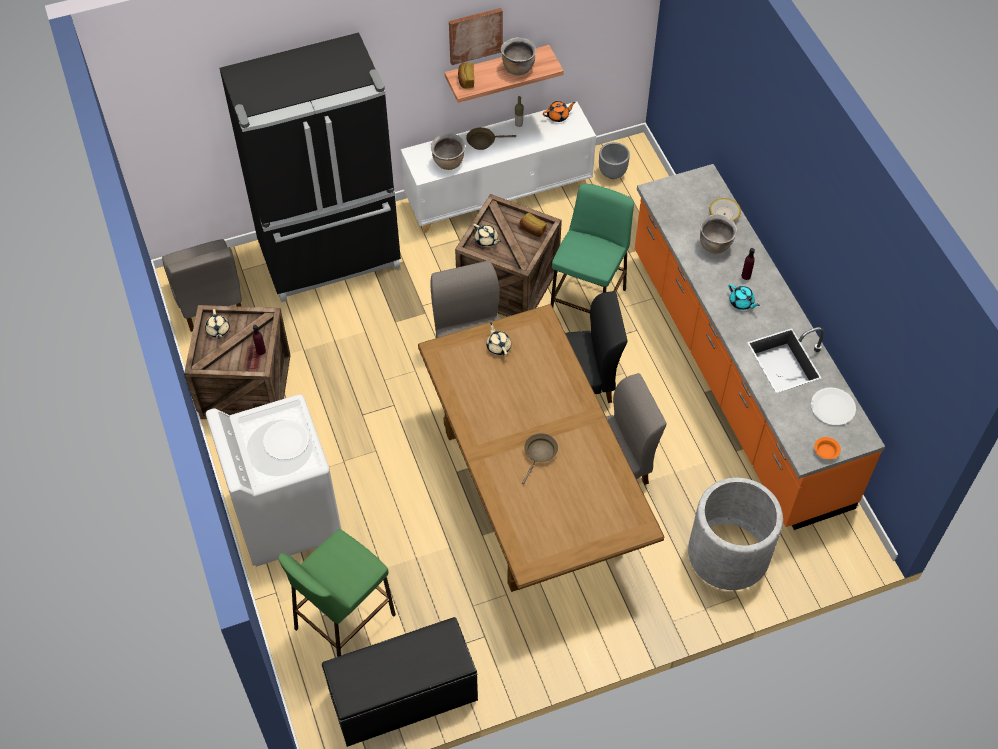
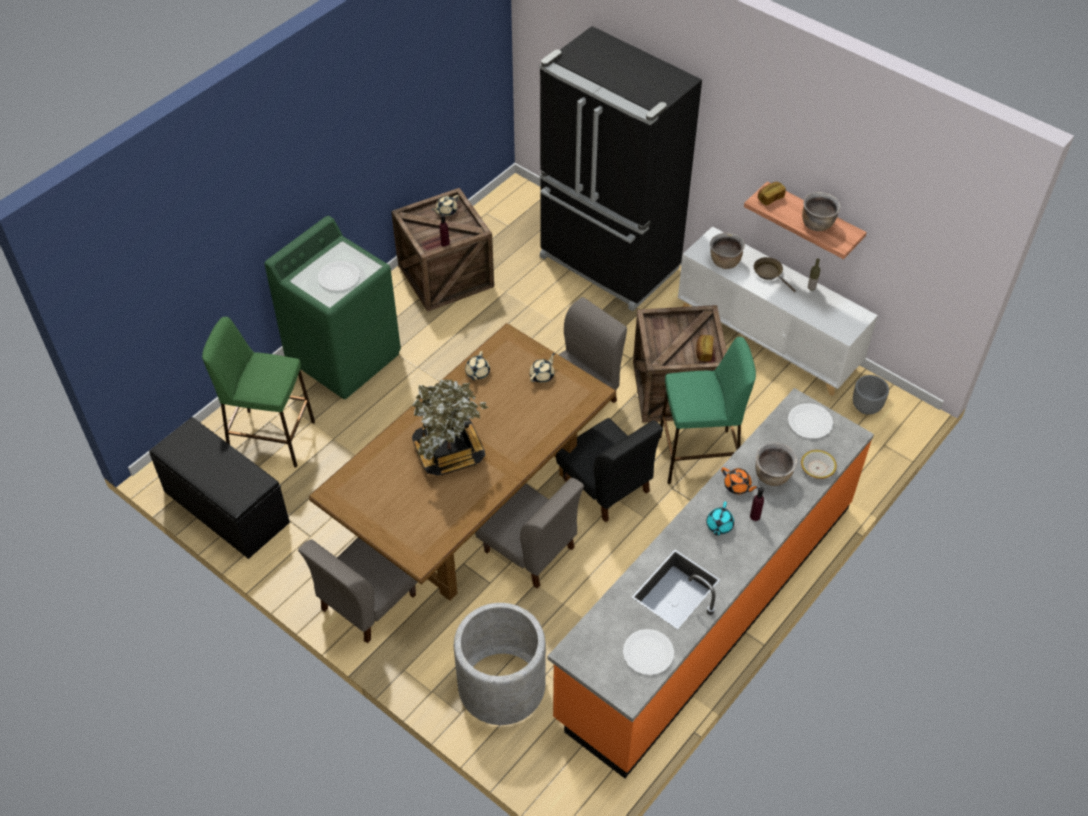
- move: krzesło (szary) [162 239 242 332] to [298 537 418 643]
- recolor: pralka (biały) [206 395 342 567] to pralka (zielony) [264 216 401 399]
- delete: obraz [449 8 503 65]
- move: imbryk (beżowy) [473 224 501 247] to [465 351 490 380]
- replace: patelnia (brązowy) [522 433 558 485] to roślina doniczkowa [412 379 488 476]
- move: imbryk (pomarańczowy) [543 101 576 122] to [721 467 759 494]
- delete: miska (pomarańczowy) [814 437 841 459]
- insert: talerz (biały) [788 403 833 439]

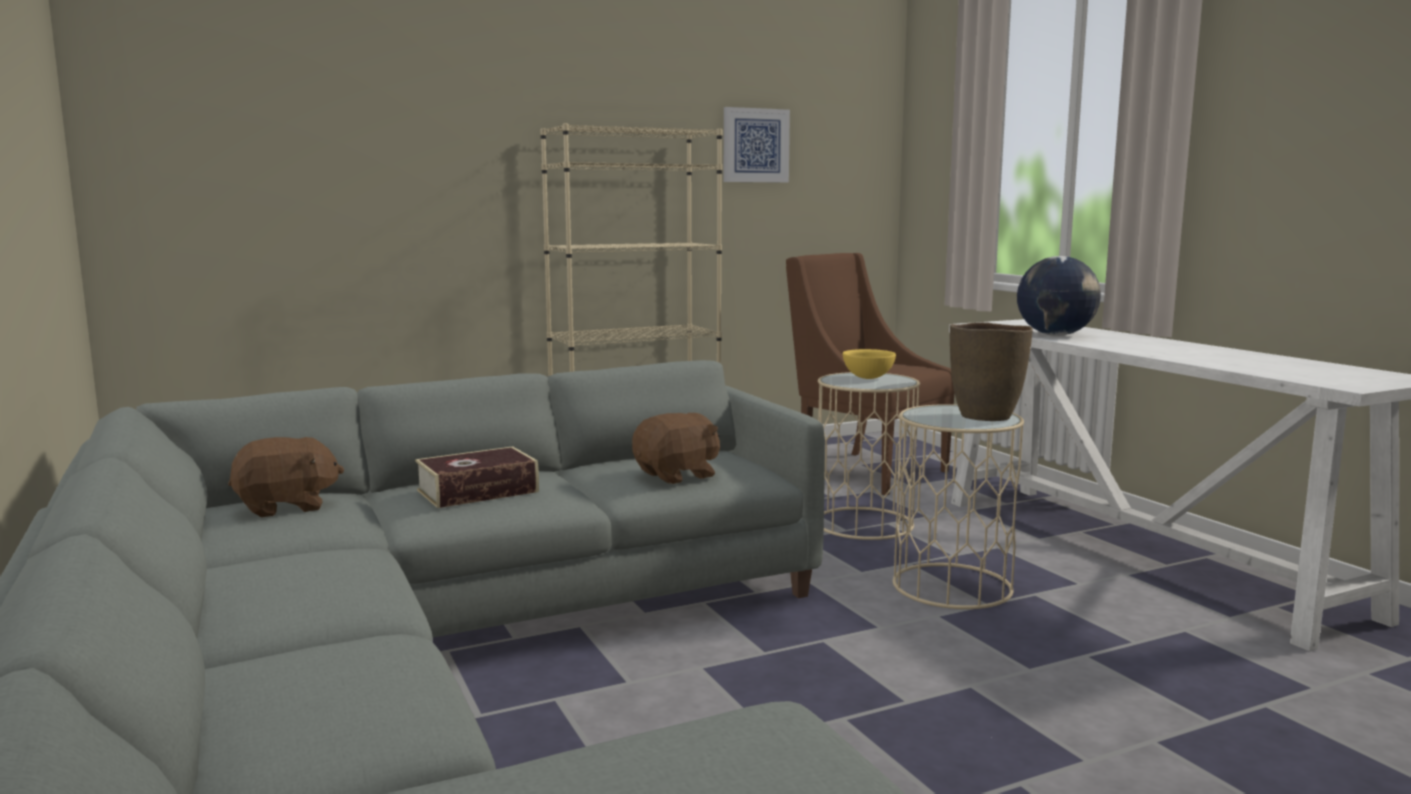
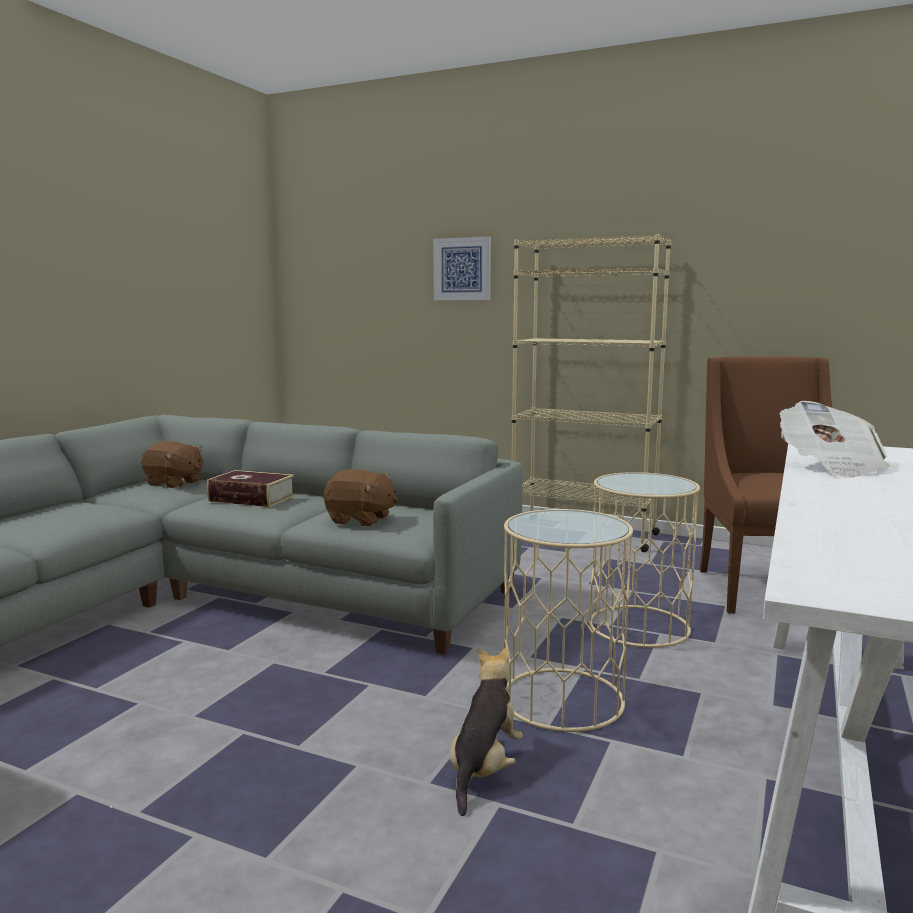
- move: obraz [724 107 790 183] to [433 237 491 300]
- delete: miska (żółty) [843 349 896 379]
- delete: wazon (brązowy) [950 322 1033 421]
- replace: globus [1017 256 1101 336] to gazeta [779 401 890 478]
- insert: pluszak [450 647 523 816]

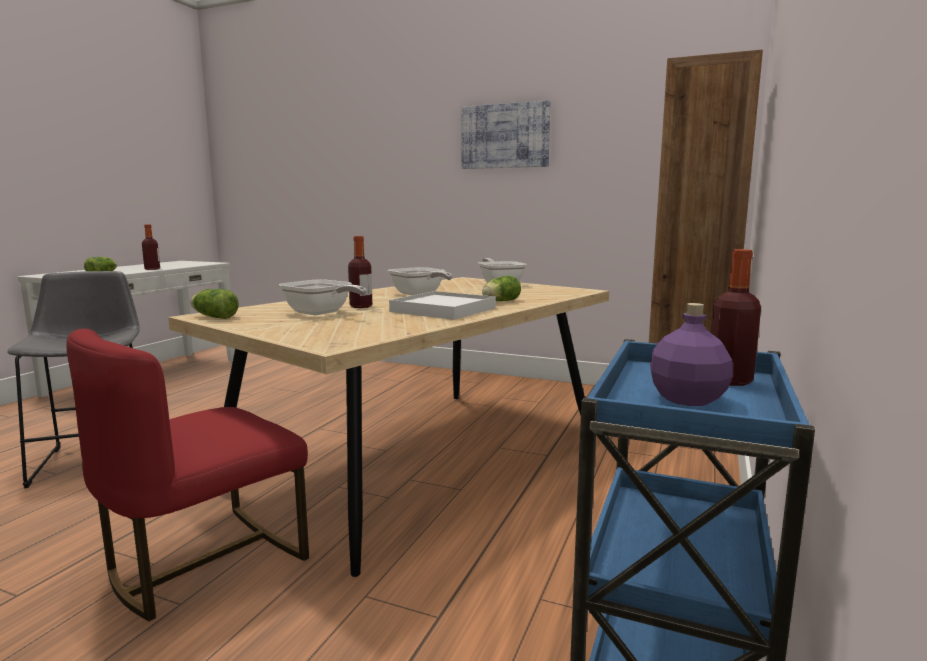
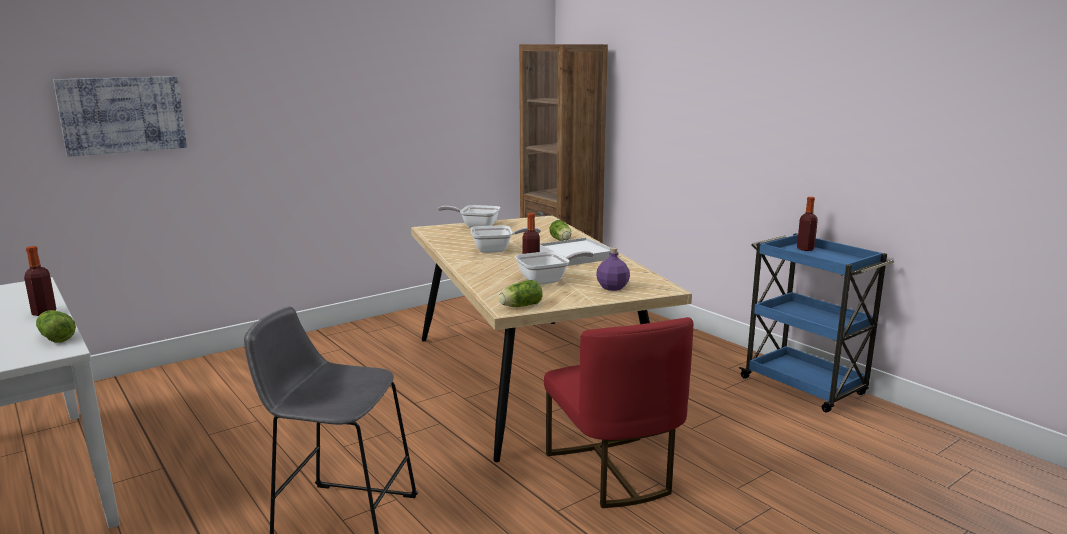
- move: obraz [462 100 550 169] to [53 76 187 157]
- move: butelka (fioletowy) [650 303 733 406] to [596 248 630 291]

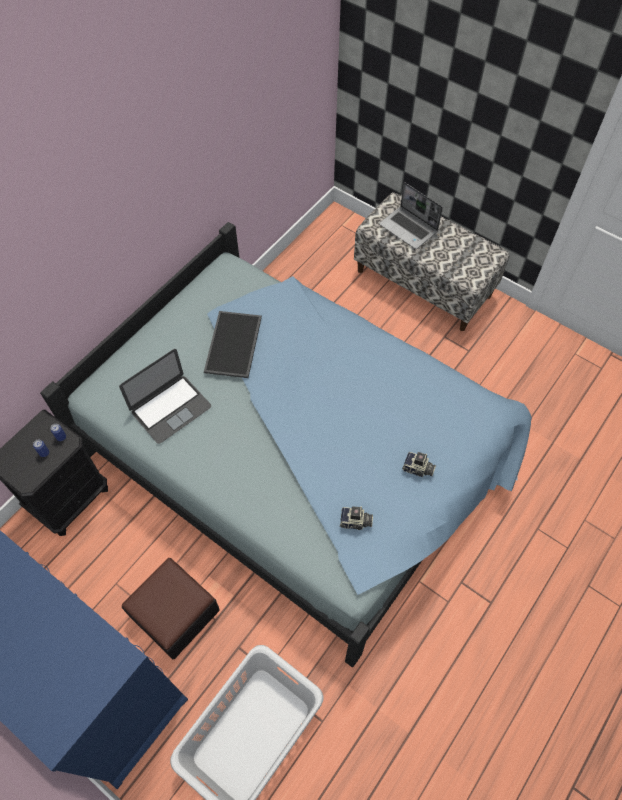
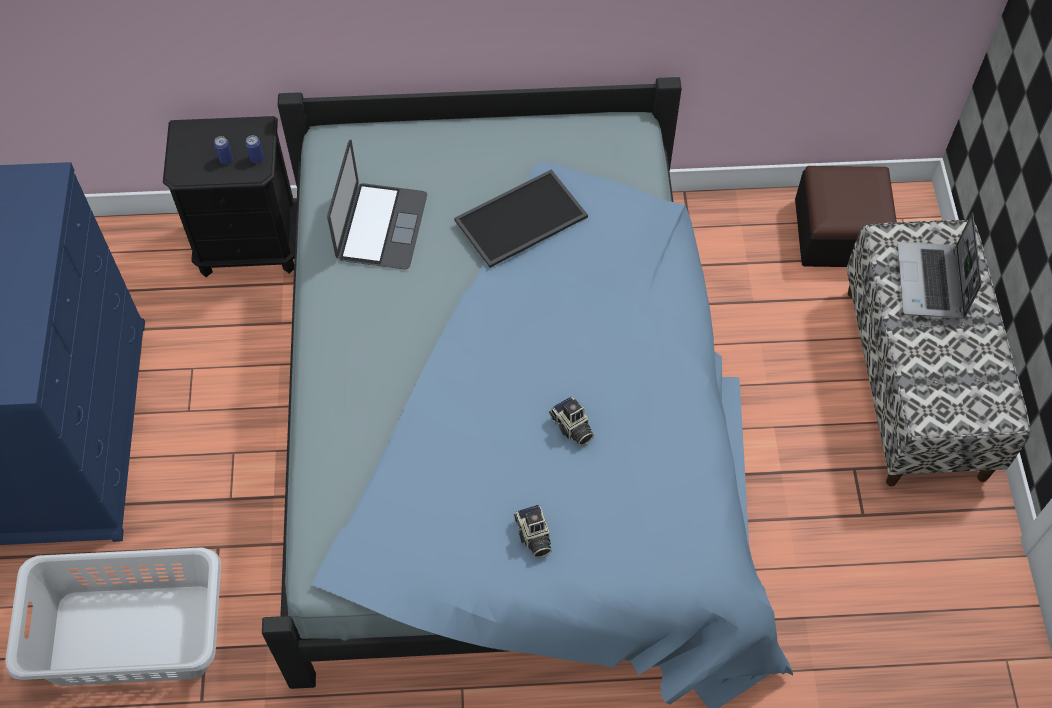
- rotate: laptop [119 349 211 444] = [327 140 427 269] 90 degrees counterclockwise
- move: pufa [122 558 220 659] to [795 166 897 267]
- move: aparat fotograficzny [340 506 373 530] to [549 396 594 446]

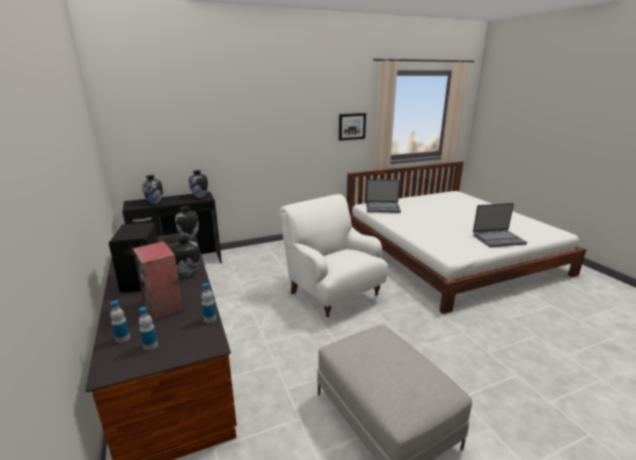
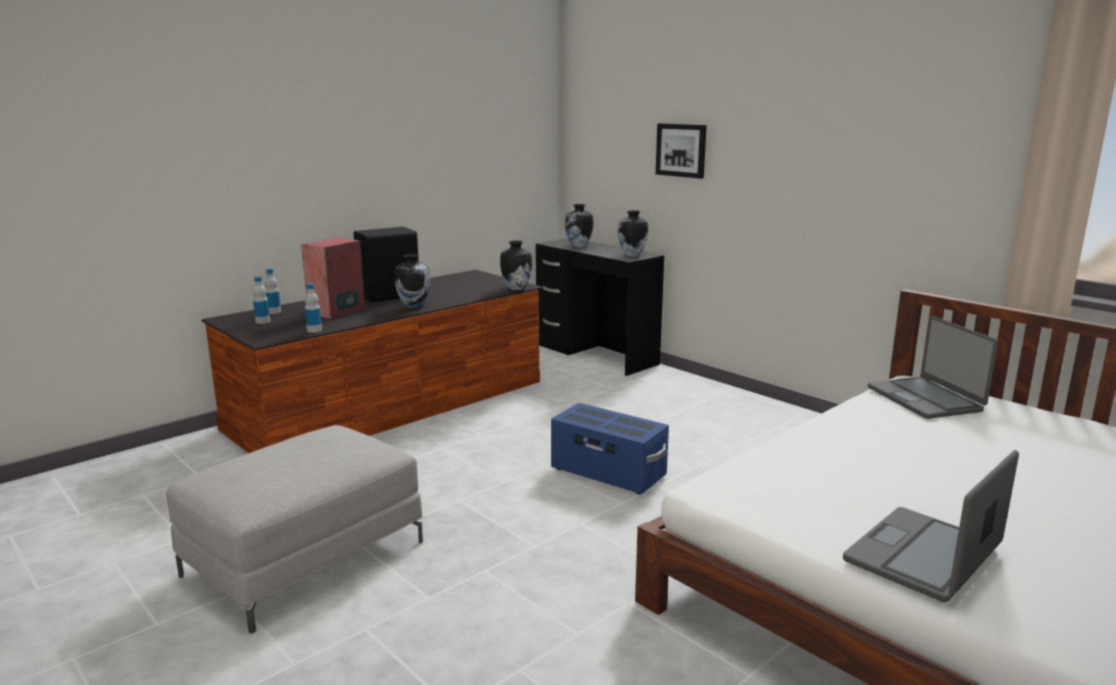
- replace: fotel (biały) [279 194 388 320] to pojemnik do przechowywania (niebieski) [551 403 669 495]
- move: obraz [339 113 366 141] to [656 123 707 179]
- rotate: laptop [473 203 527 247] = [843 450 1019 603] 75 degrees clockwise

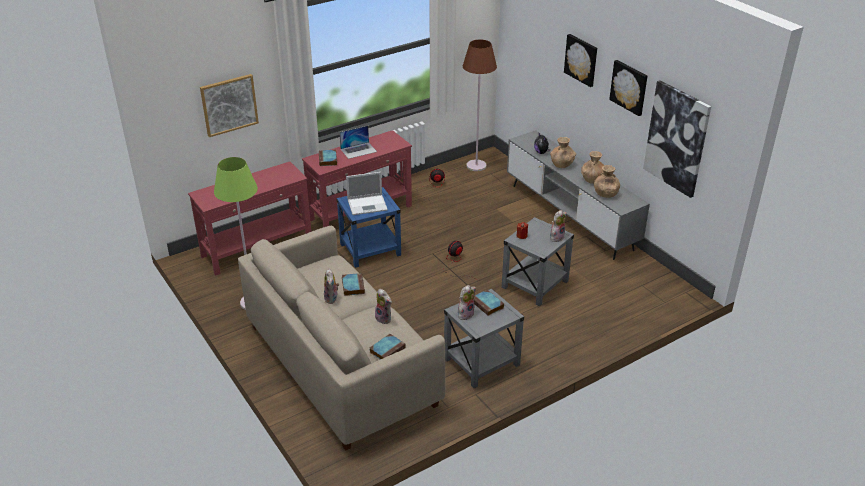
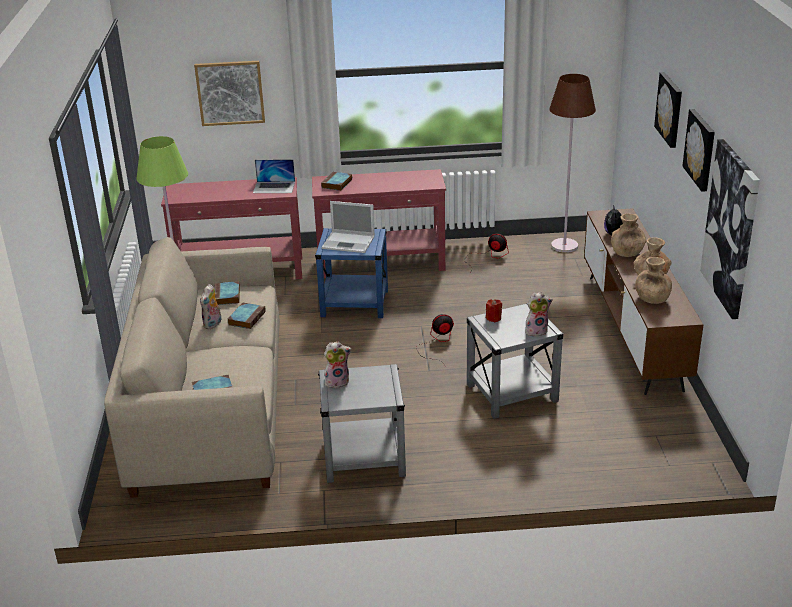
- move: laptop [339 126 377 159] to [253 159 295 193]
- delete: pluszak [375 289 392 324]
- move: książka [474 290 504 316] to [214 281 240 305]
- recolor: szafka pod telewizor (szary) [507 130 650 260] to szafka pod telewizor (brązowy) [584 208 704 395]

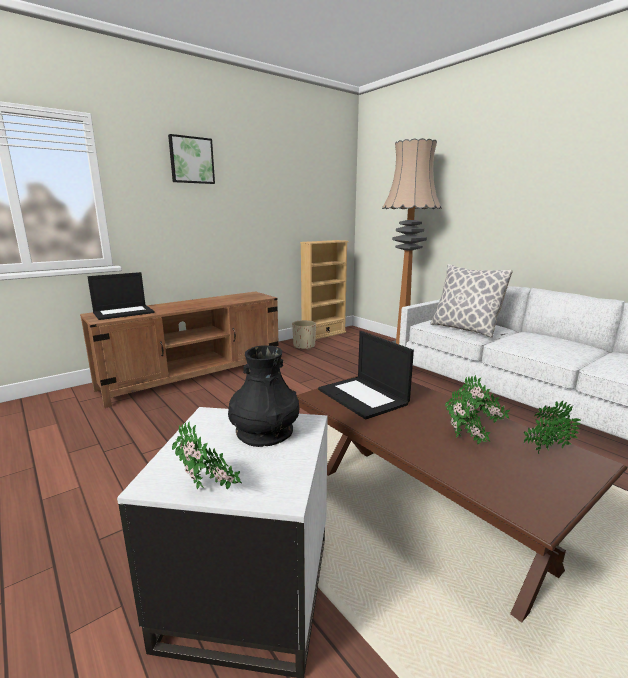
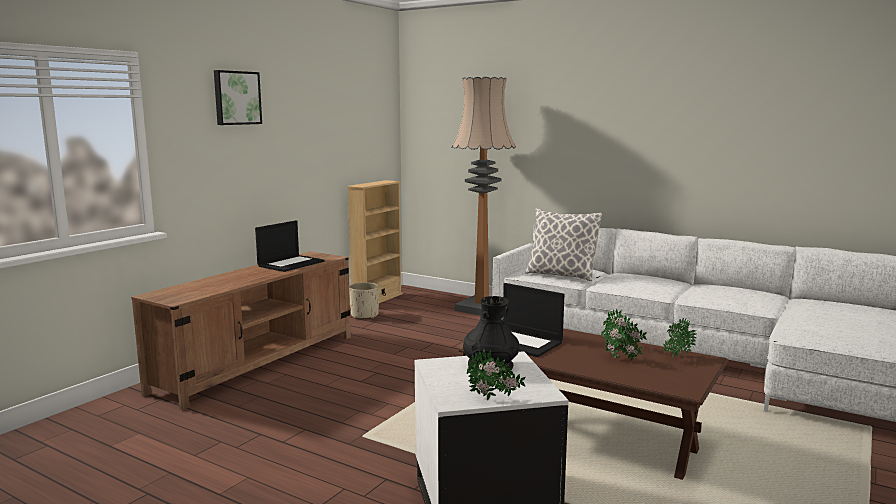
- move: laptop [88 272 155 320] to [255 220 324 272]

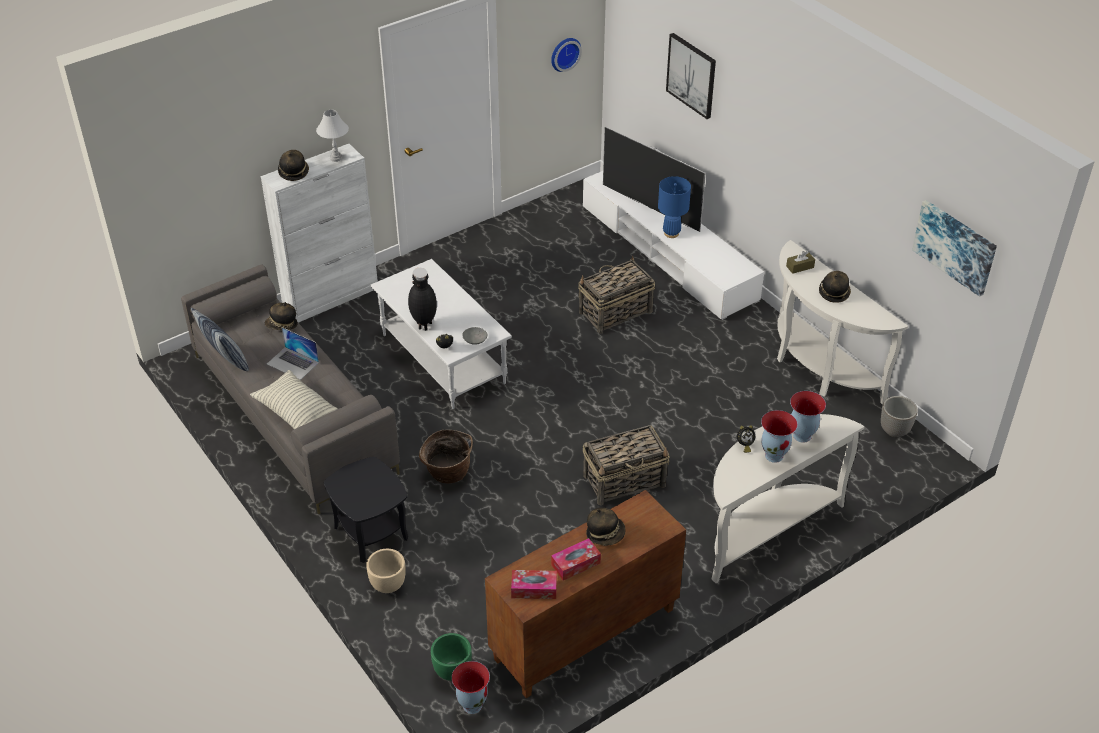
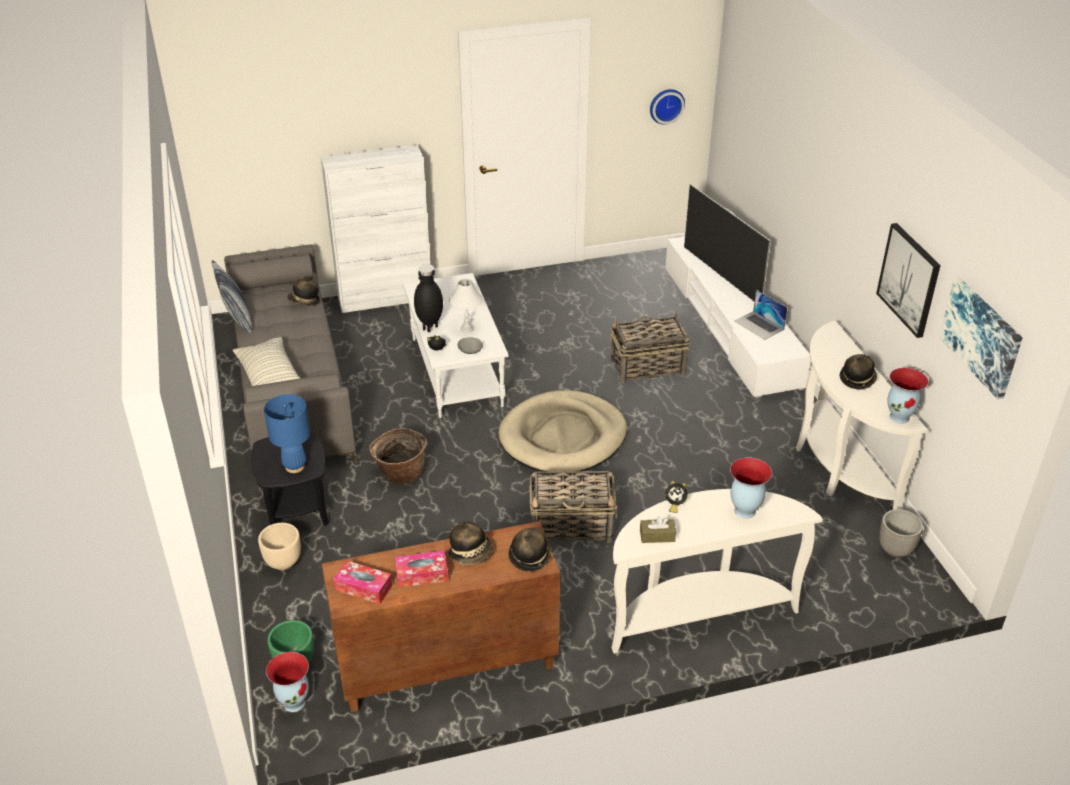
- move: laptop [267 327 319 380] to [735 290 788 340]
- move: kapelusz [278 150 309 181] to [509 528 552 572]
- move: lampa stołowa (biały) [316 110 349 162] to [449 279 483 333]
- move: lampa stołowa (niebieski) [658 176 691 238] to [264 394 310 473]
- move: obraz [666 33 716 119] to [876 223 941 338]
- move: wazon [761 410 798 463] to [888 368 929 424]
- move: pudełko chusteczek (brązowy) [786 251 815 274] to [640 516 676 543]
- insert: legowisko (beżowy) [499 390 627 472]

